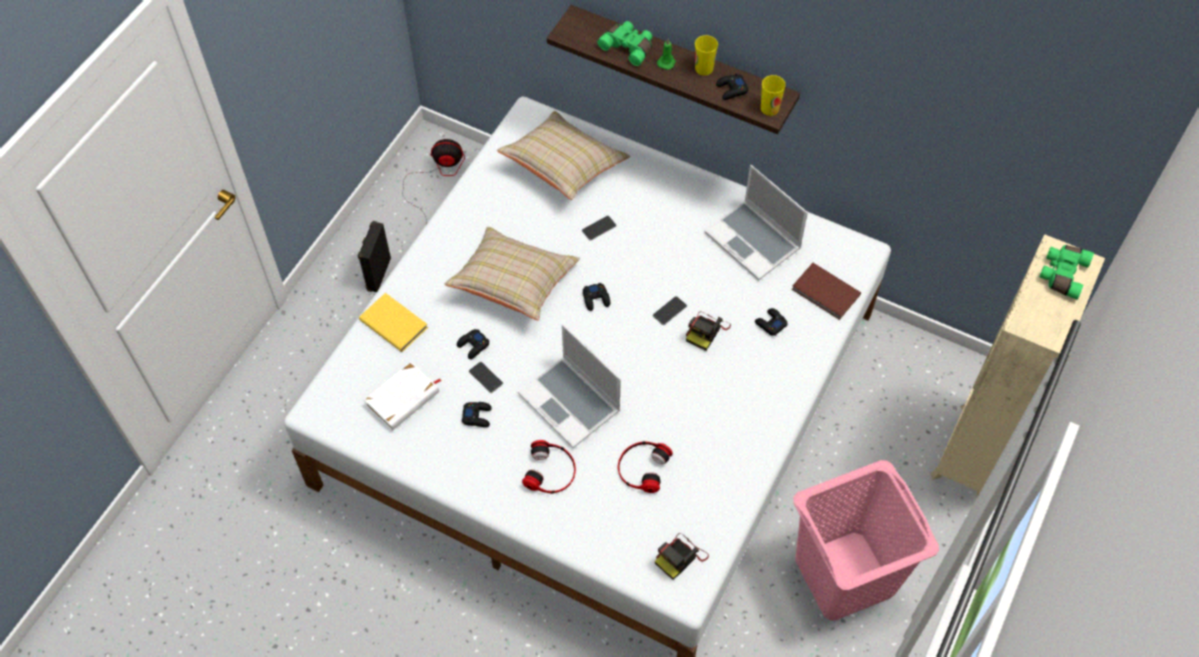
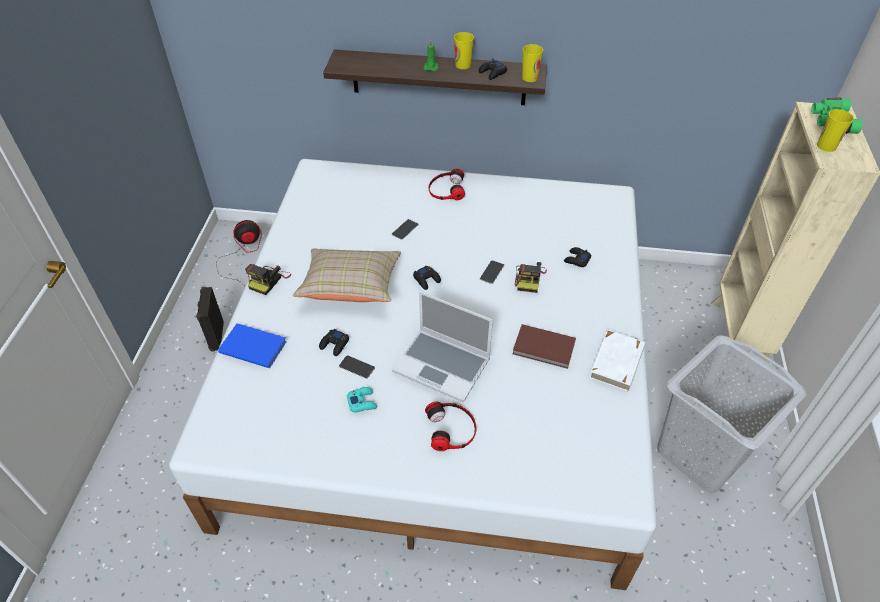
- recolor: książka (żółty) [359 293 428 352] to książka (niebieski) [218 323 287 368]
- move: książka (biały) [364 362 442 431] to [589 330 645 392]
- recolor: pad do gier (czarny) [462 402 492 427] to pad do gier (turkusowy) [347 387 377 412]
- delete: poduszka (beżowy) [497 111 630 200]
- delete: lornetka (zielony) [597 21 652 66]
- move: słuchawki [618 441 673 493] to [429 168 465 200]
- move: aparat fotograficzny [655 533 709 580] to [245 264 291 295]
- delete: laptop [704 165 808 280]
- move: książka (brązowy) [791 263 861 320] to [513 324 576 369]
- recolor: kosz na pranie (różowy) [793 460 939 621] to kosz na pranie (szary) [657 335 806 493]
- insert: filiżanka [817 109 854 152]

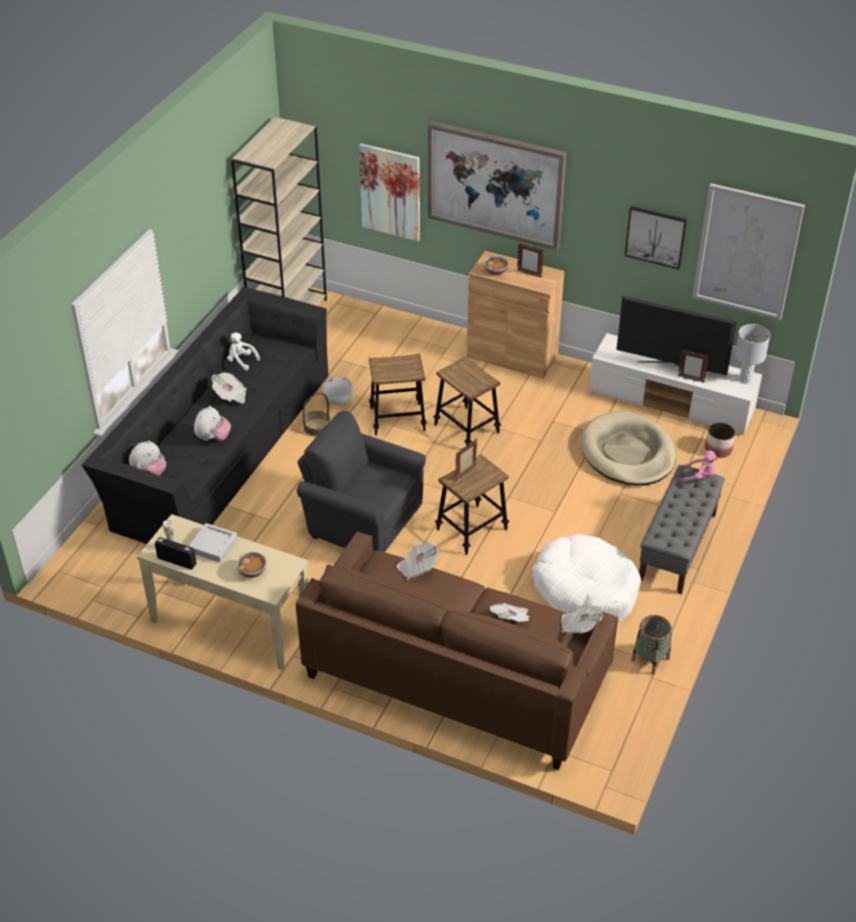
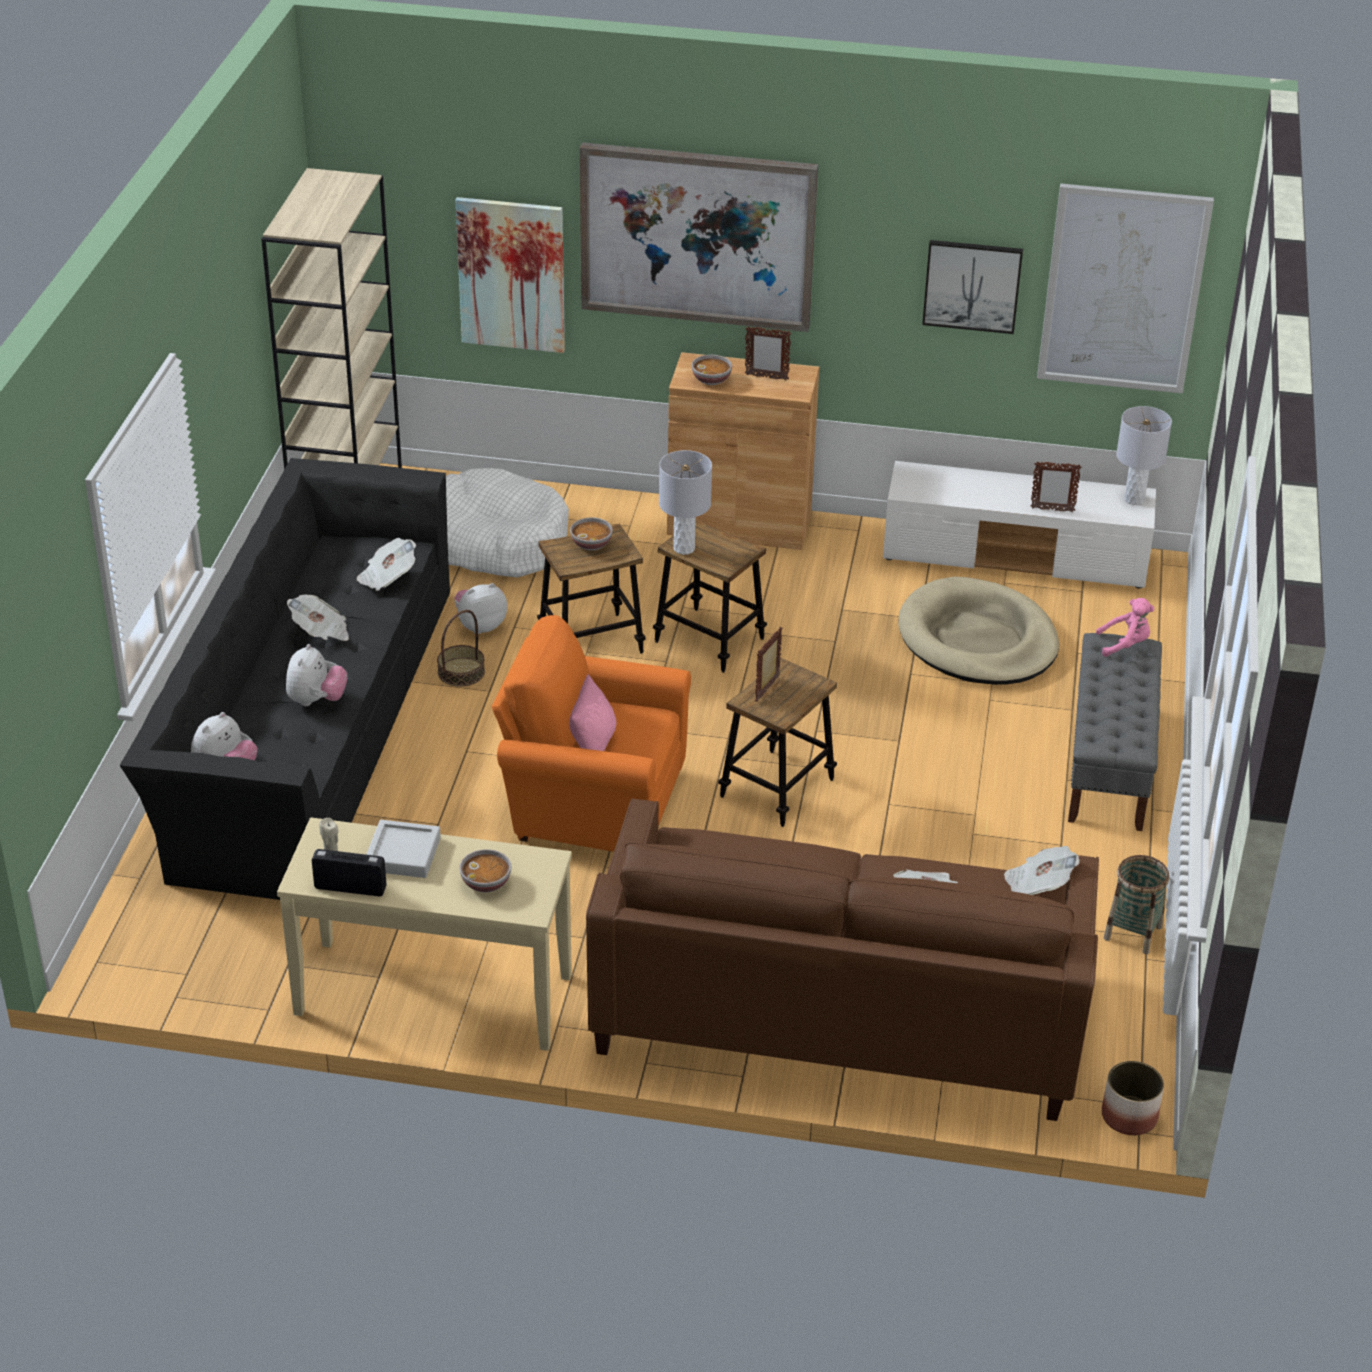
- delete: pluszak (biały) [227 333 260 370]
- recolor: fotel (szary) [297 411 426 552] to fotel (pomarańczowy) [492 615 691 852]
- move: gazeta [397 542 439 580] to [357 538 416 591]
- move: legowisko (biały) [533 534 641 622] to [446 468 569 578]
- delete: telewizor [616 296 737 376]
- move: donica [705 422 735 458] to [1102 1061 1164 1135]
- insert: poduszka (różowy) [569 674 616 751]
- insert: miska [570 517 613 551]
- insert: lampa stołowa (szary) [659 450 712 555]

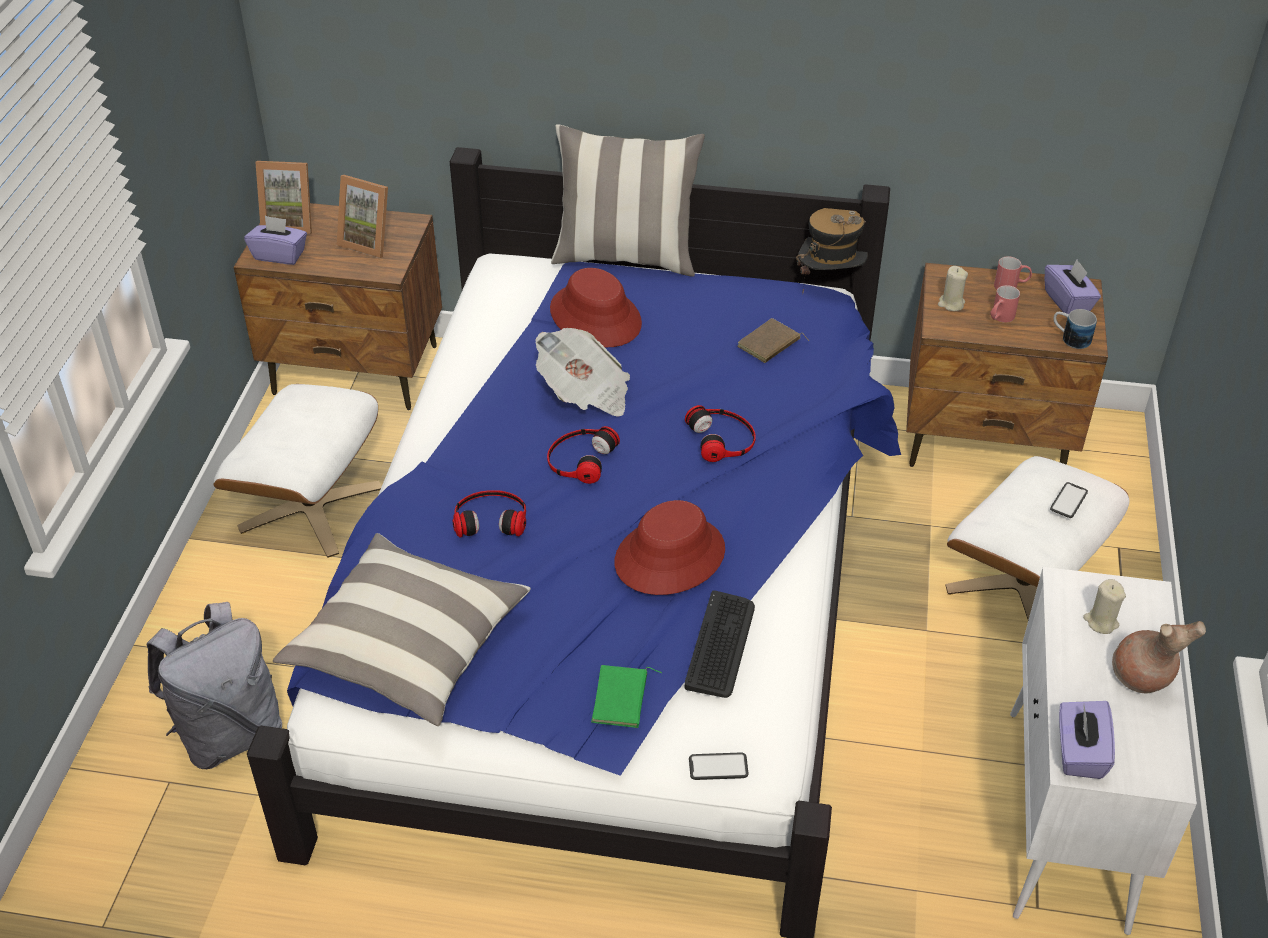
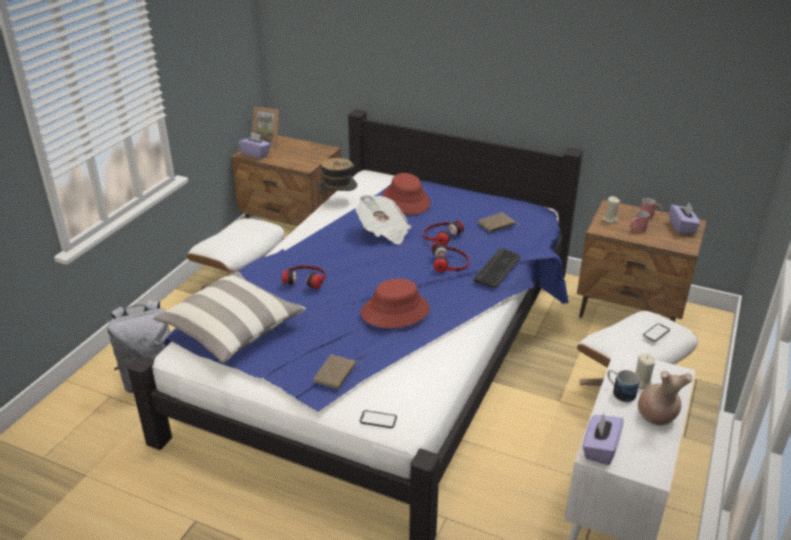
- delete: ramka na zdjęcie [337 175 388 258]
- move: słuchawki [547 426 620 484] to [423 220 464 246]
- delete: poduszka [551 124 705 277]
- recolor: książka (zielony) [591 665 662 728] to książka (brązowy) [313 354 364 389]
- move: klawiatura [685 590 755 698] to [474 248 520 288]
- move: kapelusz [796 208 868 292] to [317 158 357 205]
- move: kubek [1054 309 1097 349] to [607 369 640 402]

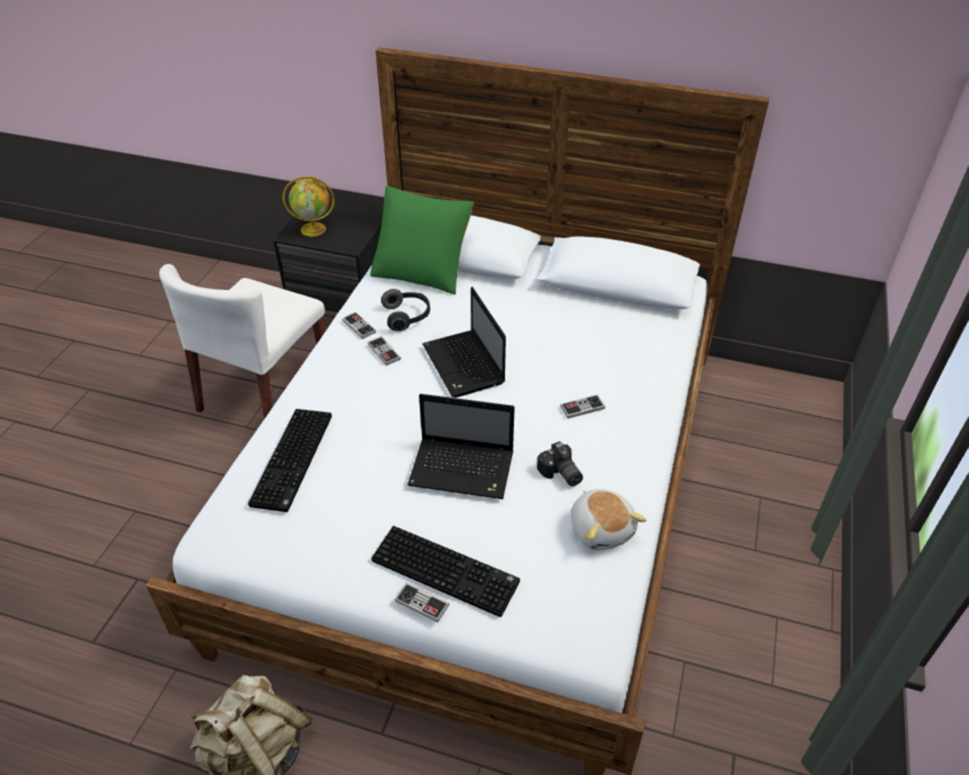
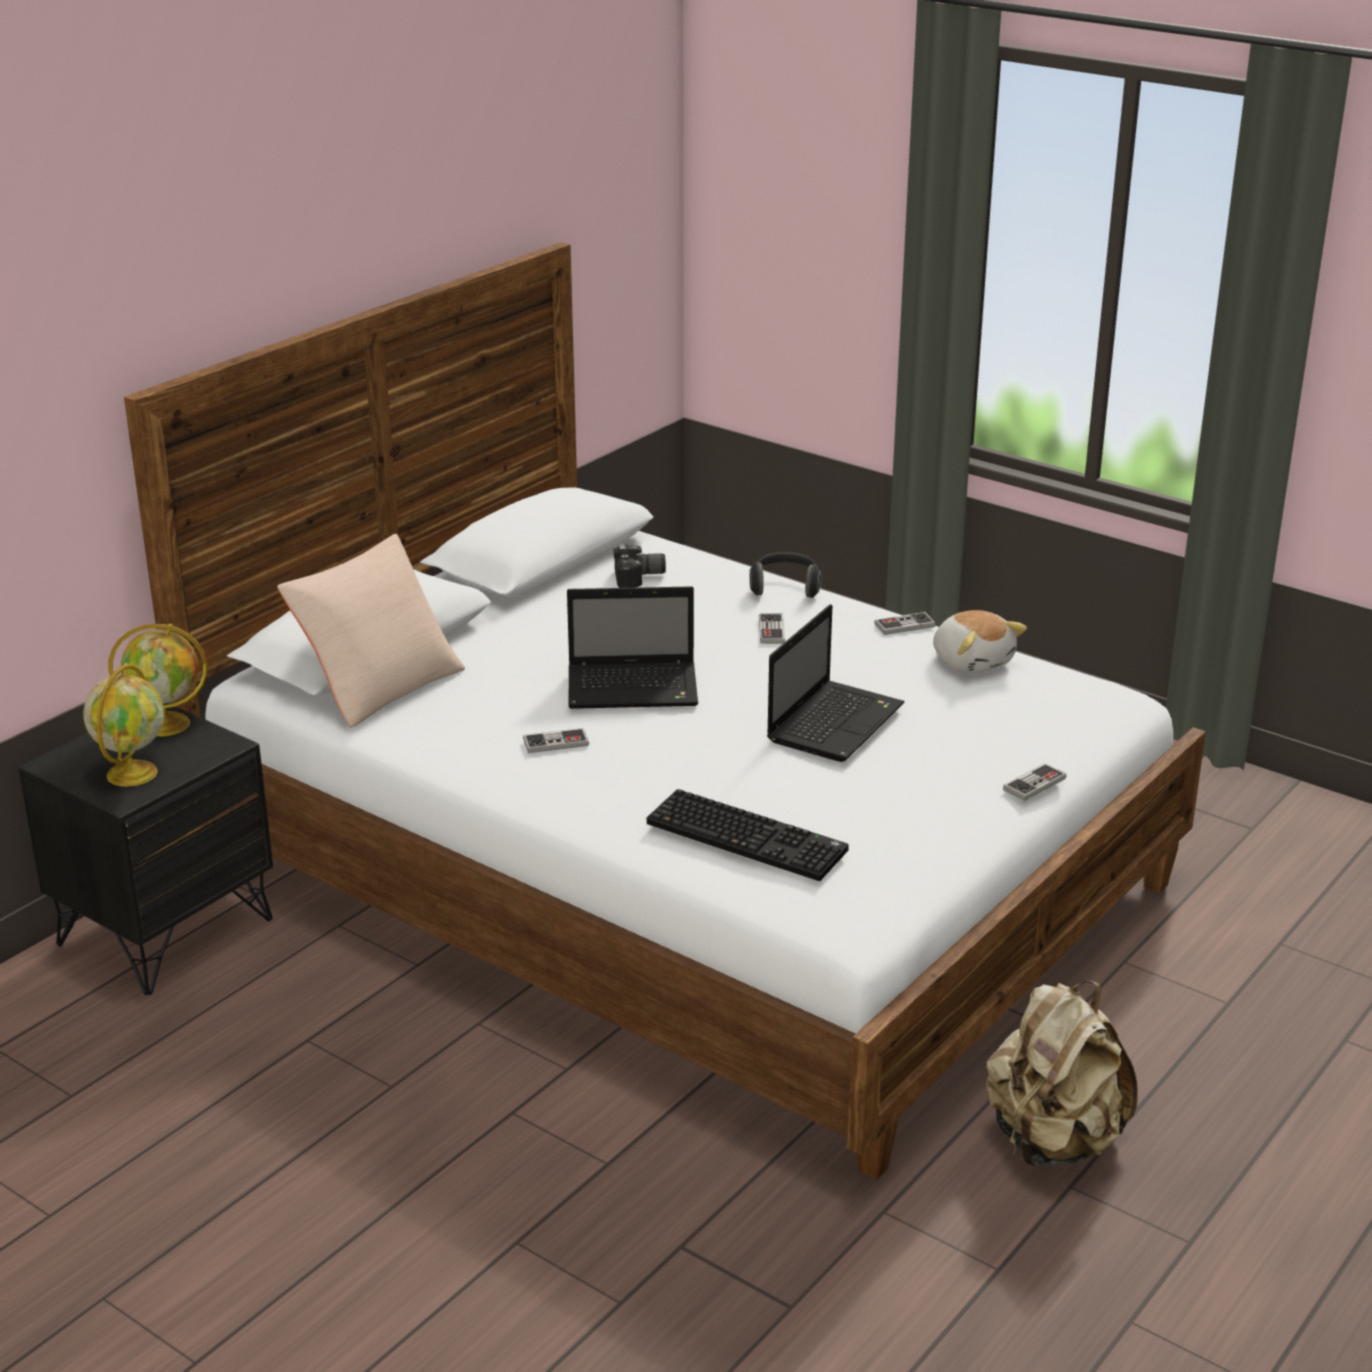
- delete: krzesło (biały) [159 264 325 419]
- move: pad do gier [342 312 376 339] to [874 612 936 635]
- recolor: poduszka (zielony) [370 186 474 294] to poduszka (beżowy) [277 534 465 728]
- delete: klawiatura [371 526 520 617]
- move: słuchawki [381 289 430 331] to [749 552 822 598]
- move: aparat fotograficzny [537 441 583 486] to [614 544 666 588]
- rotate: pluszak [571 489 646 550] = [933 610 1027 674] 60 degrees clockwise
- insert: globus [109 624 208 737]

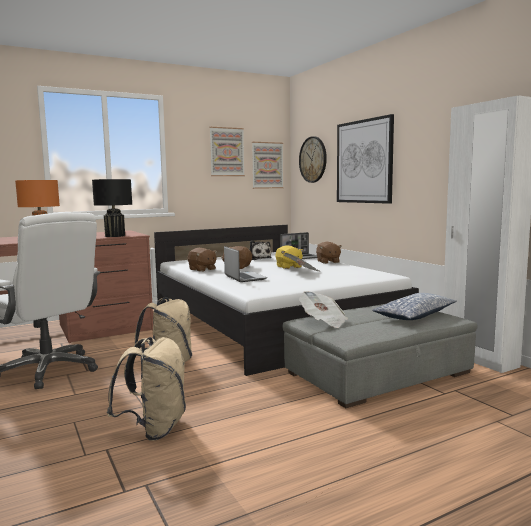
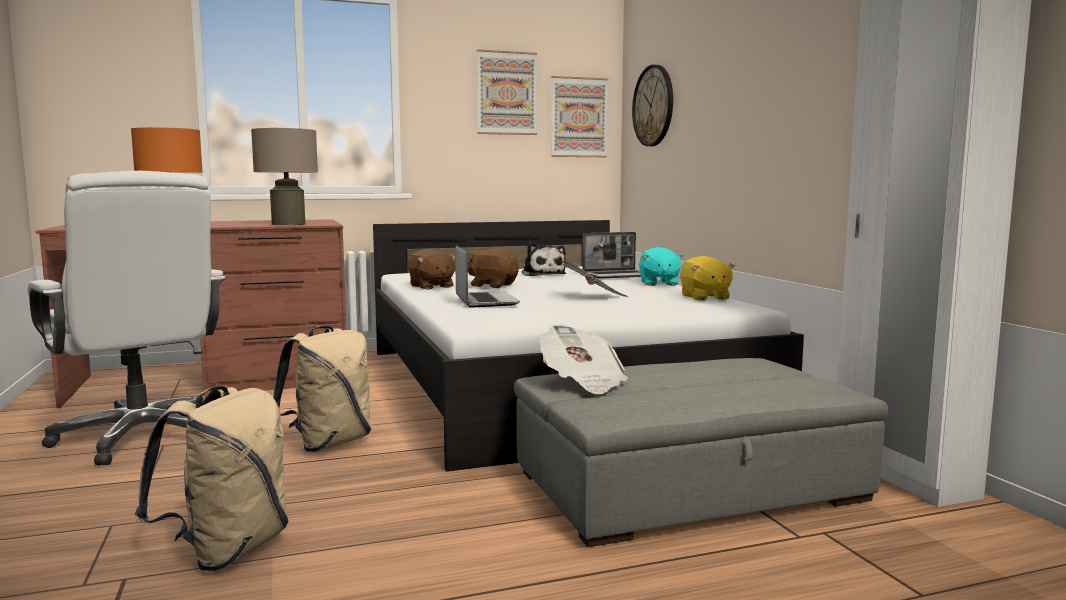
- recolor: lampa stołowa (czarny) [92 179 132 237] to lampa stołowa (beżowy) [251 128 318 225]
- move: pluszak (żółty) [275 245 303 269] to [680 256 736 300]
- recolor: pluszak (brązowy) [316 242 342 264] to pluszak (turkusowy) [639 247 683 286]
- delete: obraz [337 114 394 204]
- delete: poduszka [372 293 457 320]

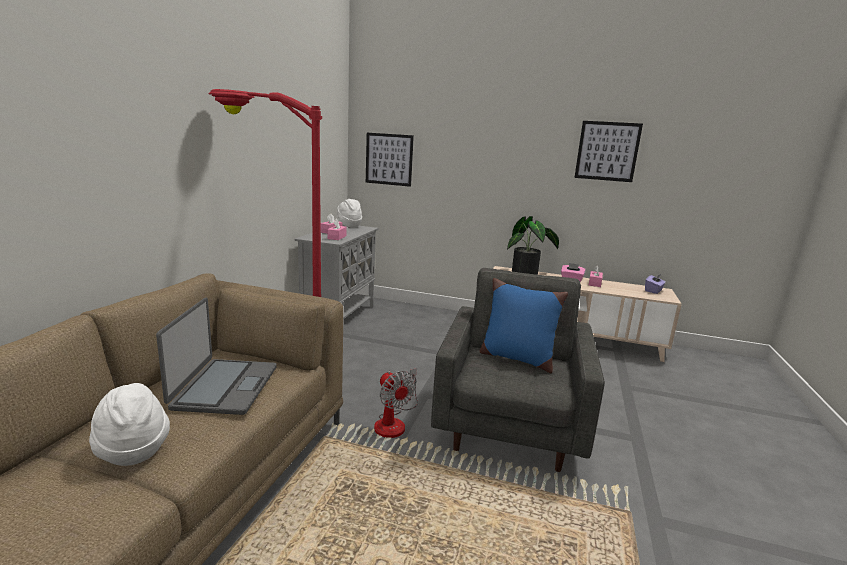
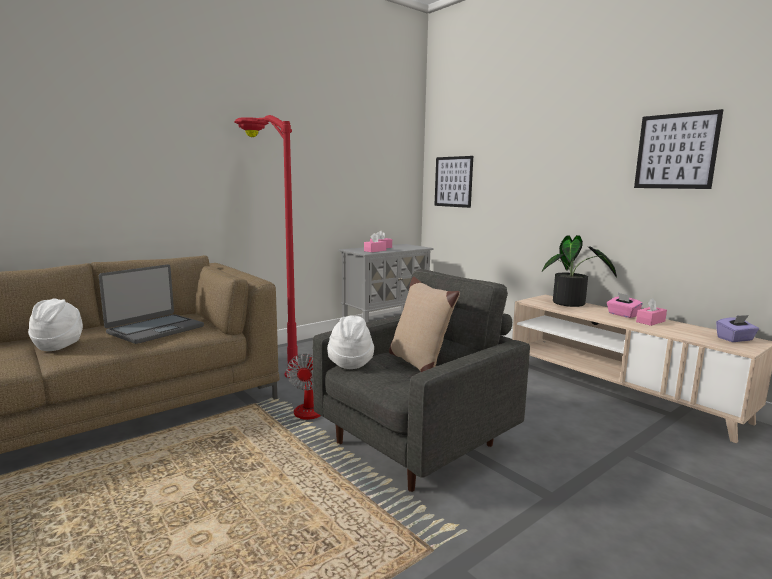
- move: kapelusz (biały) [337 199 362 228] to [327 315 374 369]
- recolor: poduszka (niebieski) [480 278 568 373] to poduszka (beżowy) [389 277 460 372]

